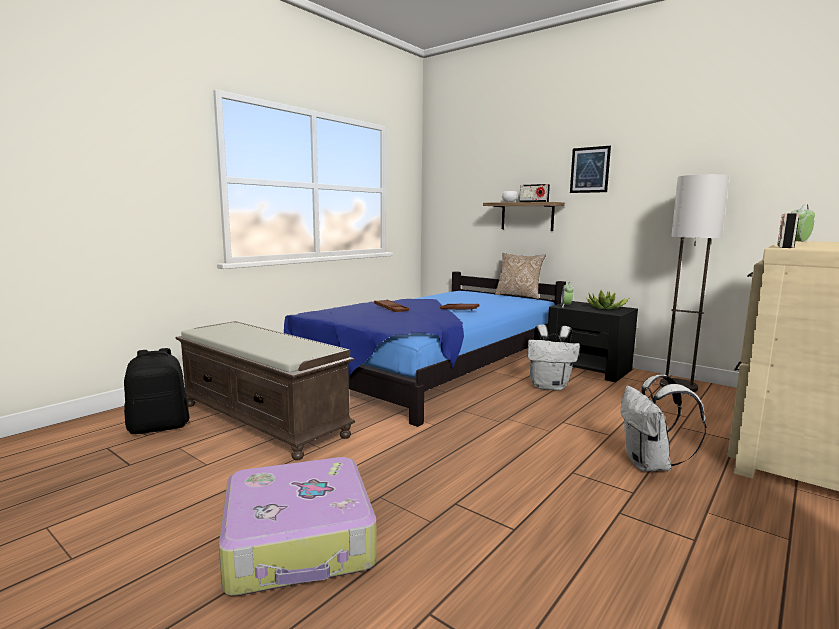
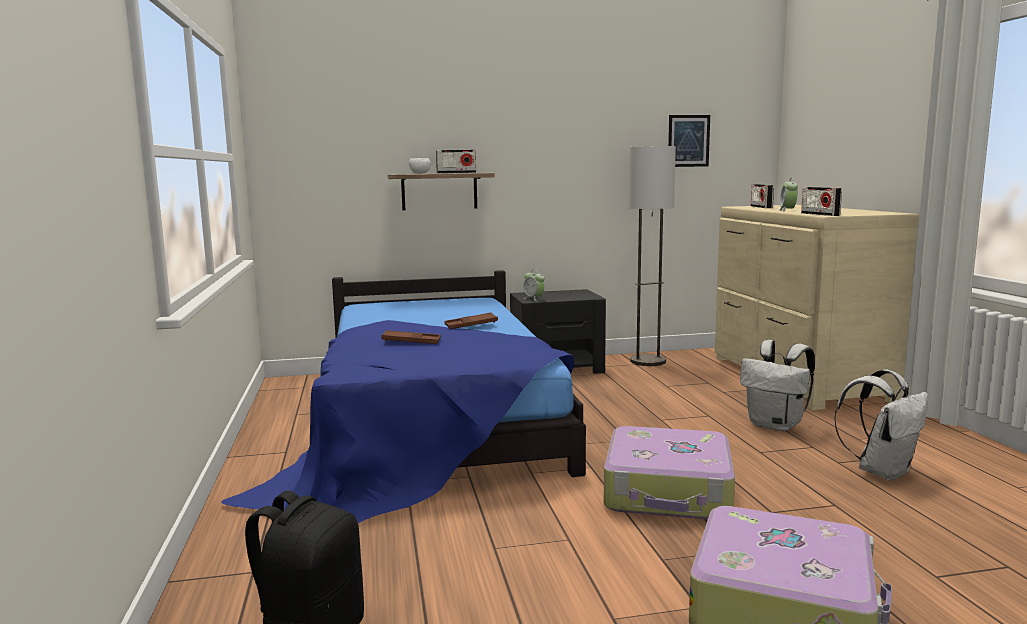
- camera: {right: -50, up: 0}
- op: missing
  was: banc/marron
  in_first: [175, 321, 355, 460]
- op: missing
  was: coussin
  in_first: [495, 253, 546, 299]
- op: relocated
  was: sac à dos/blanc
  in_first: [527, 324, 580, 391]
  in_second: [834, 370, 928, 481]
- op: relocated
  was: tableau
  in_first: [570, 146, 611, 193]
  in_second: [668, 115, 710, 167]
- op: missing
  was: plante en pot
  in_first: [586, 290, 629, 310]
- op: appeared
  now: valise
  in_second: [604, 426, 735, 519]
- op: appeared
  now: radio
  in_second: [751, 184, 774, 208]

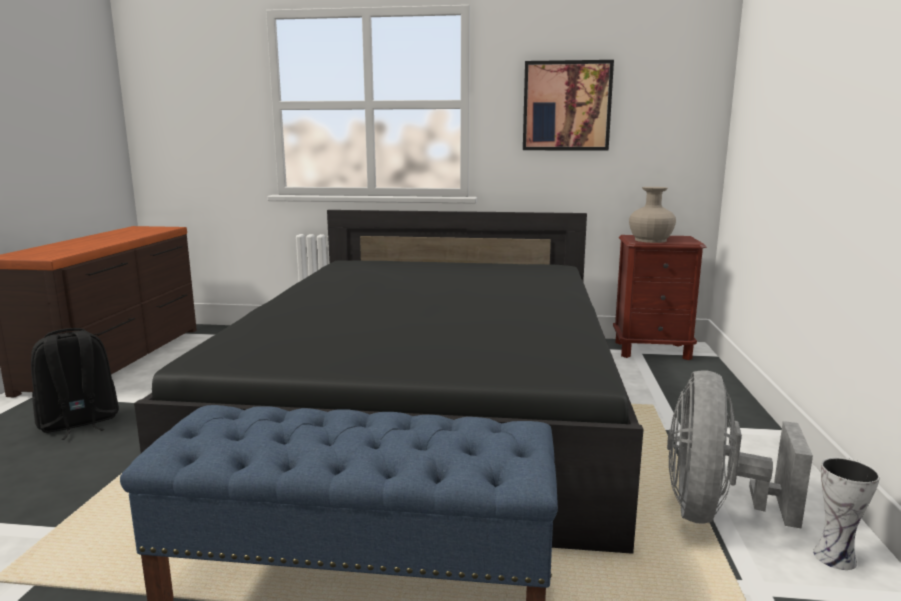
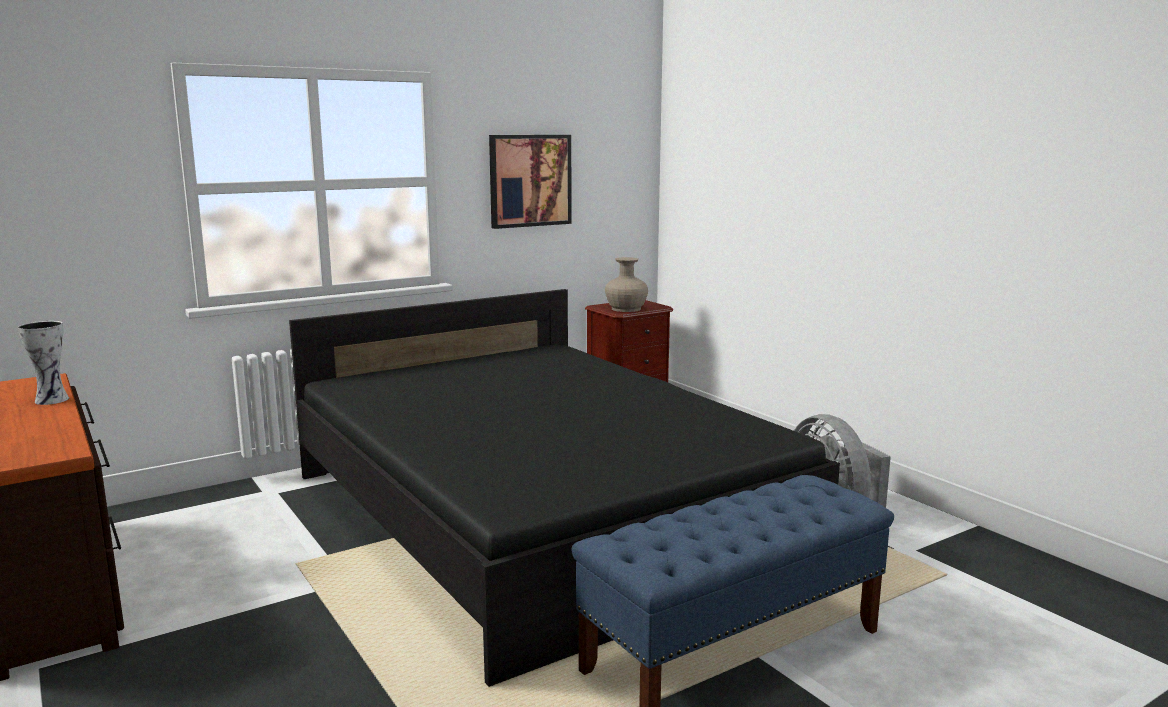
- camera: {right: -40, up: 0}
- op: missing
  was: sac à dos/noir
  in_first: [31, 328, 119, 440]
- op: relocated
  was: vase
  in_first: [813, 457, 880, 570]
  in_second: [18, 321, 69, 405]

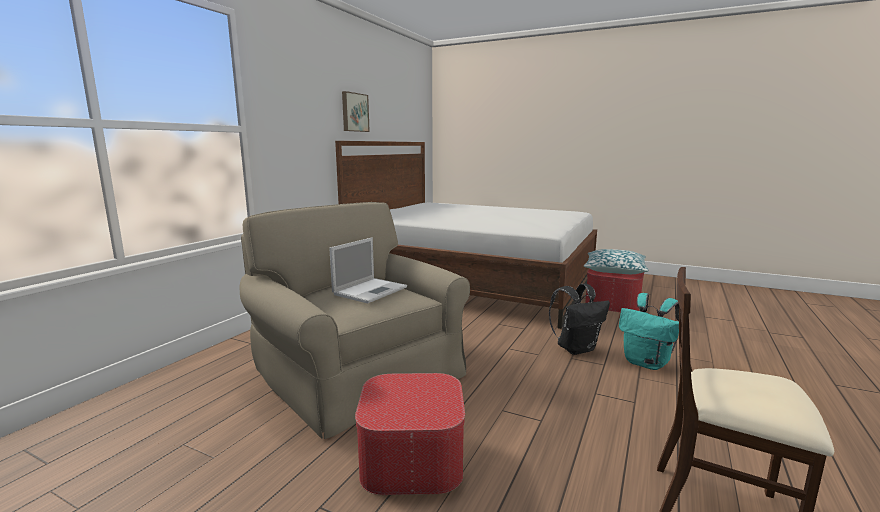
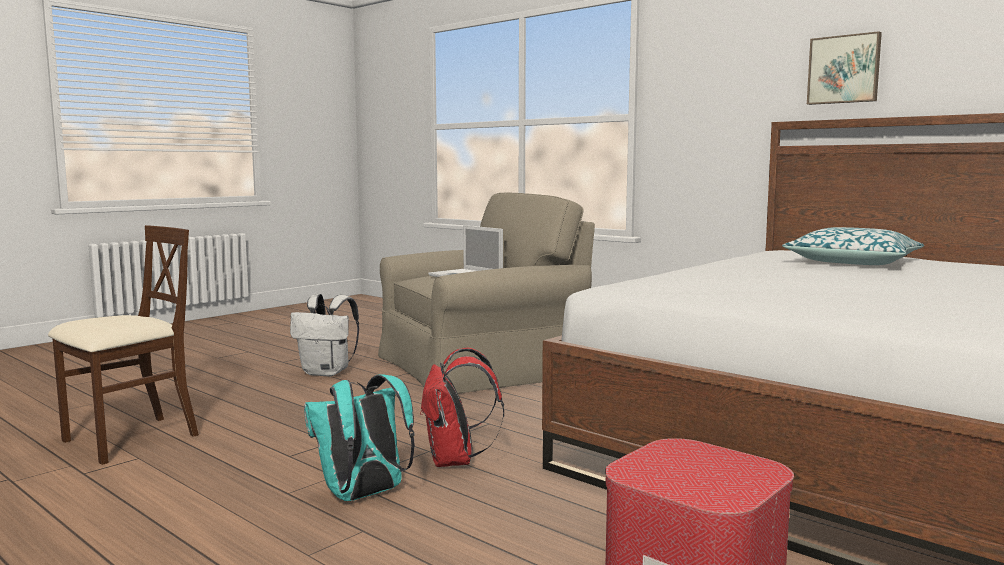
- camera: {right: 105, up: -5}
- op: exchanged
  was: pouf
  now: sac à dos/blanc
  in_first: [355, 373, 465, 495]
  in_second: [290, 294, 359, 376]
- op: colour
  was: sac à dos/noir
  now: sac à dos/rouge
  in_first: [549, 283, 610, 355]
  in_second: [420, 347, 504, 467]
- op: relocated
  was: coussin
  in_first: [584, 249, 649, 274]
  in_second: [782, 227, 924, 265]

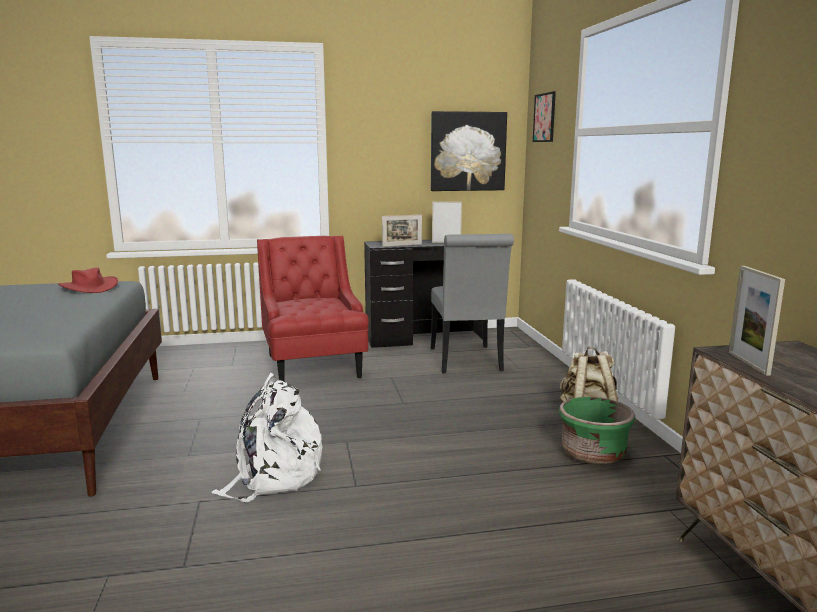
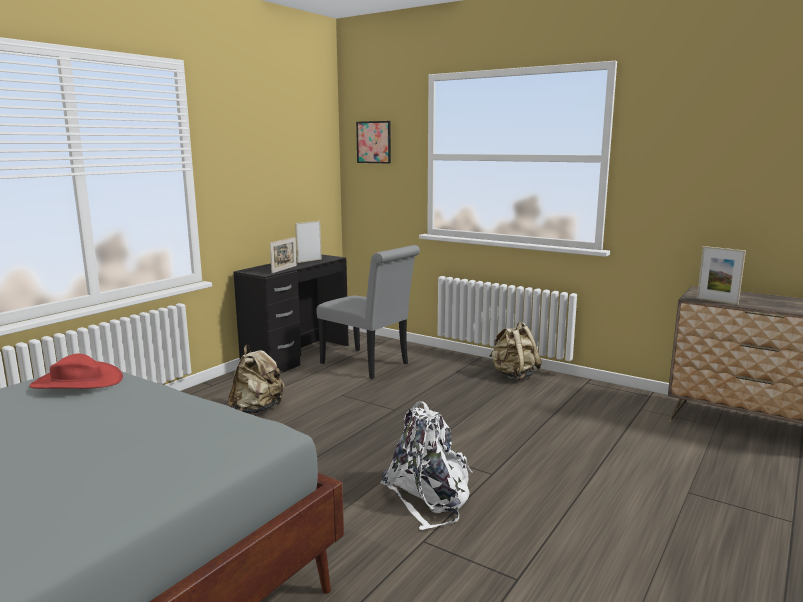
- camera: {right: -45, up: 0}
- op: exchanged
  was: fauteuil/rouge
  now: sac à dos/beige
  in_first: [257, 236, 369, 382]
  in_second: [228, 345, 285, 414]
- op: missing
  was: tableau
  in_first: [431, 111, 507, 191]
- op: missing
  was: cache-pot/vert
  in_first: [559, 397, 635, 465]

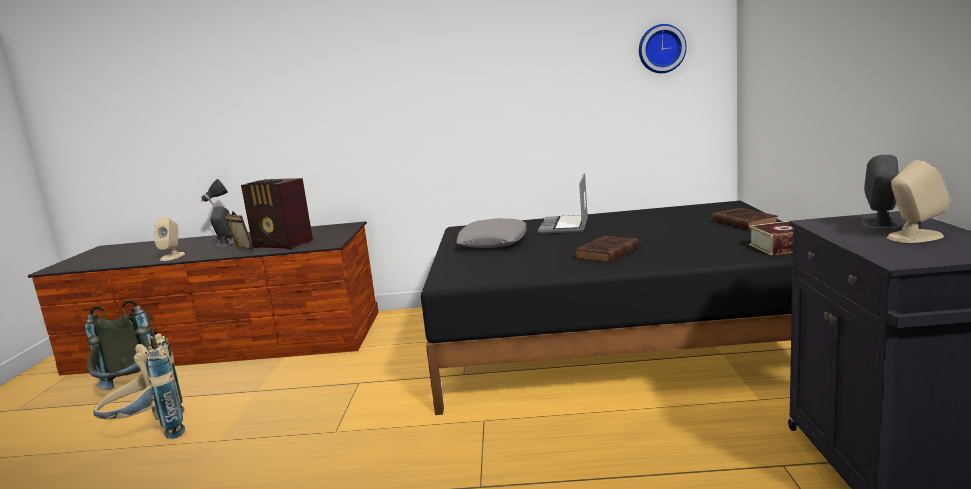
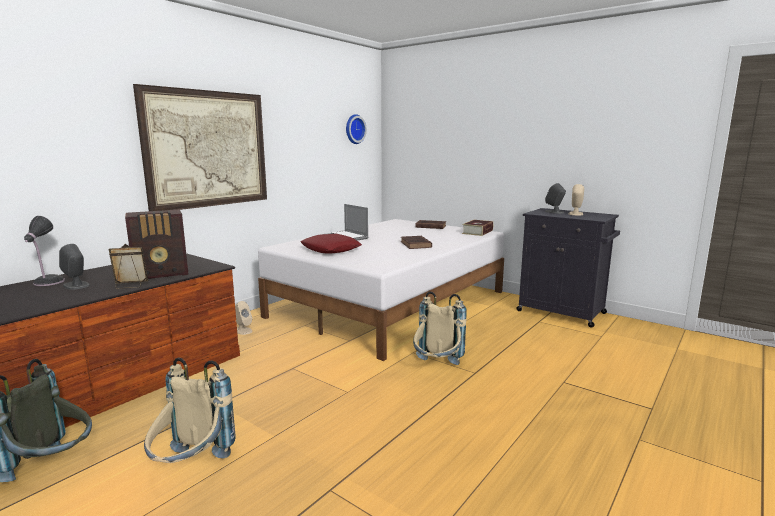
- camera: {right: -55, up: 0}
- op: relocated
  was: enceinte/beige
  in_first: [154, 217, 185, 261]
  in_second: [235, 301, 253, 335]
- op: colour
  was: lit/noir
  now: lit/blanc
  in_first: [421, 201, 793, 415]
  in_second: [258, 219, 504, 361]
- op: colour
  was: coussin/gris
  now: coussin/rouge
  in_first: [456, 218, 526, 248]
  in_second: [301, 234, 362, 254]
- op: appeared
  now: tableau
  in_second: [133, 84, 267, 211]
- op: appeared
  now: sac à dos/beige
  in_second: [413, 291, 467, 365]

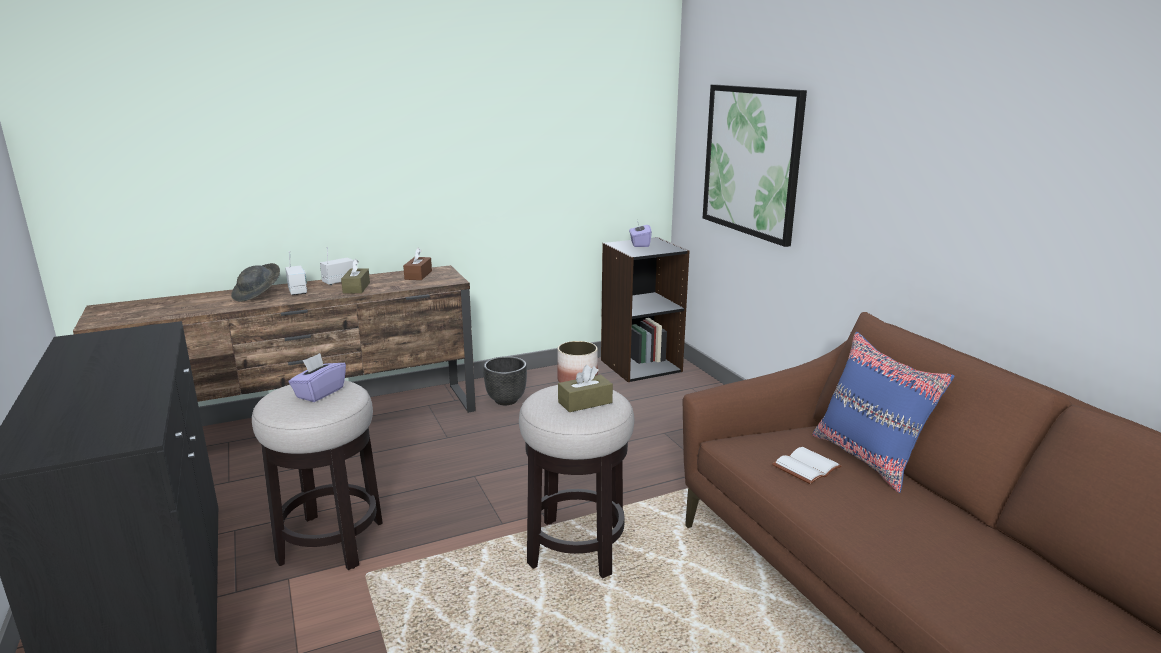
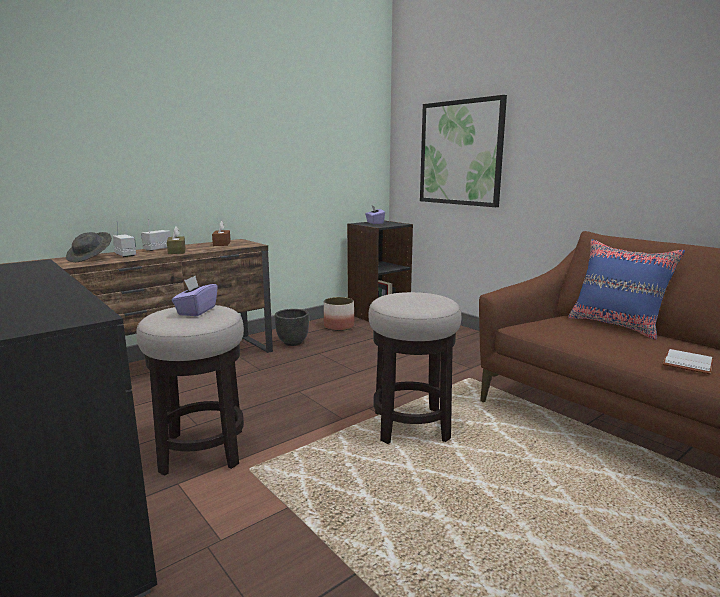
- camera: {right: -15, up: -5}
- op: missing
  was: boîte à mouchoirs/marron
  in_first: [558, 365, 613, 412]
- op: relocated
  was: livre/blanc
  in_first: [772, 447, 842, 484]
  in_second: [662, 349, 713, 375]

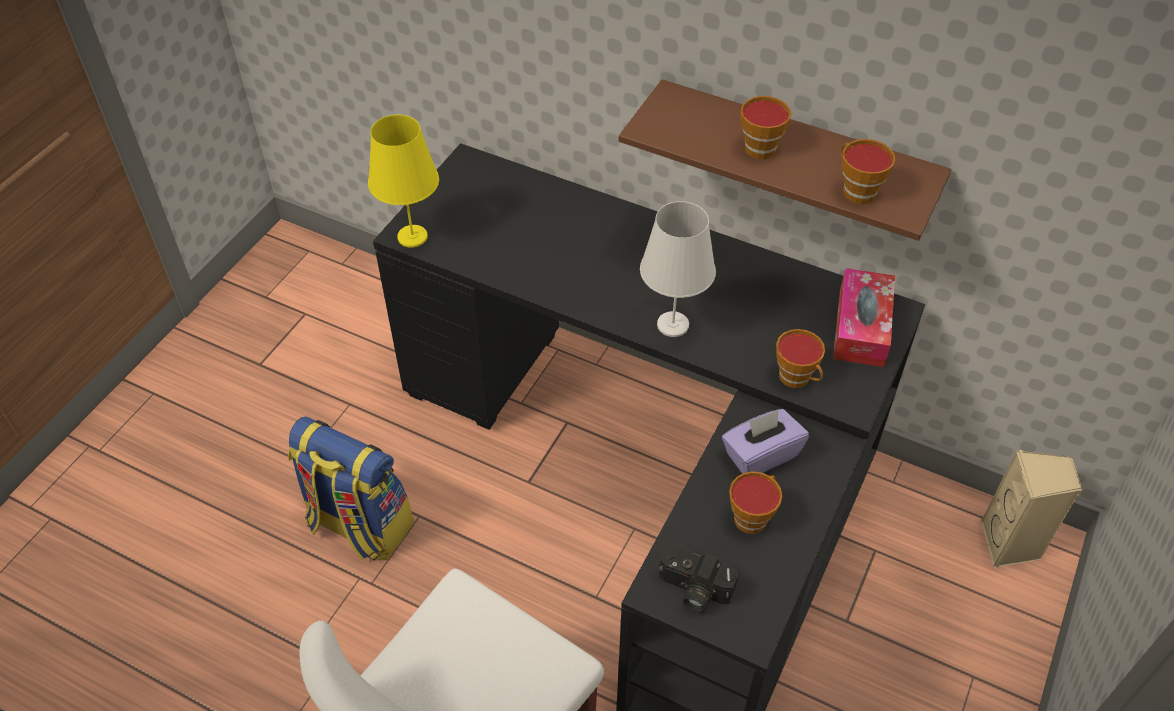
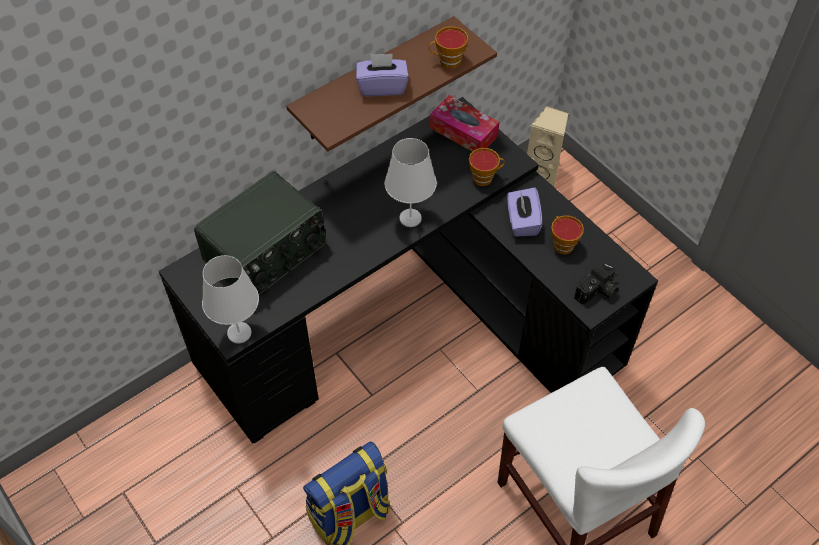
- camera: {right: -65, up: 5}
- op: colour
  was: lampe de table/jaune
  now: lampe de table/blanc
  in_first: [368, 115, 439, 248]
  in_second: [202, 255, 259, 344]
- op: exchanged
  was: tasse
  now: boîte à mouchoirs/violet
  in_first: [740, 96, 791, 159]
  in_second: [356, 54, 409, 96]
- op: appeared
  now: radio
  in_second: [194, 171, 326, 295]

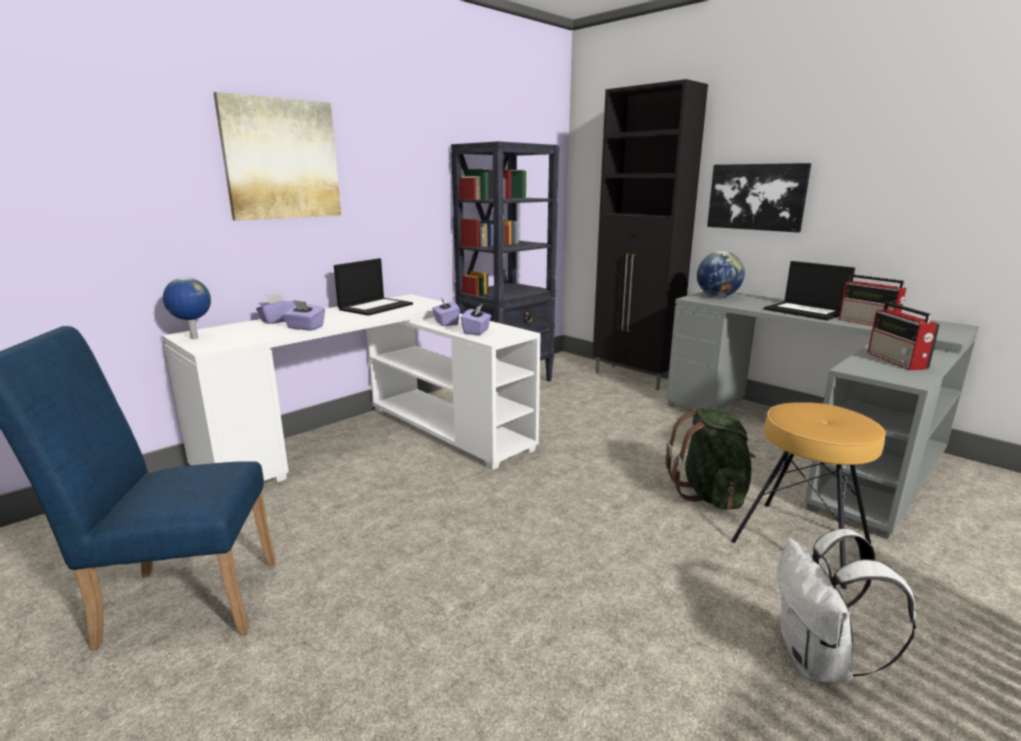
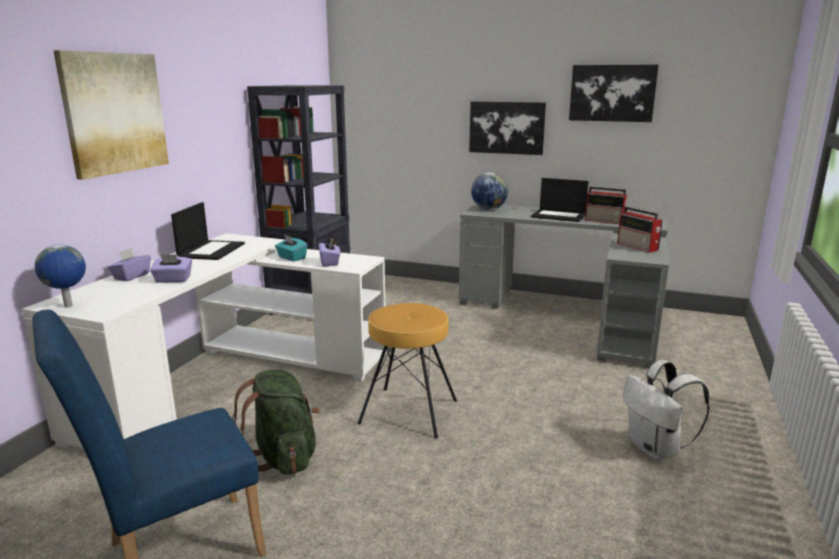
- camera: {right: -25, up: 0}
- op: colour
  was: boîte à mouchoirs/violet
  now: boîte à mouchoirs/turquoise
  in_first: [432, 298, 460, 326]
  in_second: [275, 235, 307, 261]
- op: missing
  was: meuble de rangement/noir
  in_first: [593, 79, 708, 390]
- op: relocated
  was: sac à dos/vert
  in_first: [666, 406, 756, 510]
  in_second: [232, 369, 320, 475]
- op: relocated
  was: tabouret/marron
  in_first: [731, 402, 886, 589]
  in_second: [358, 303, 457, 439]
- op: appeared
  now: tableau
  in_second: [569, 65, 659, 122]

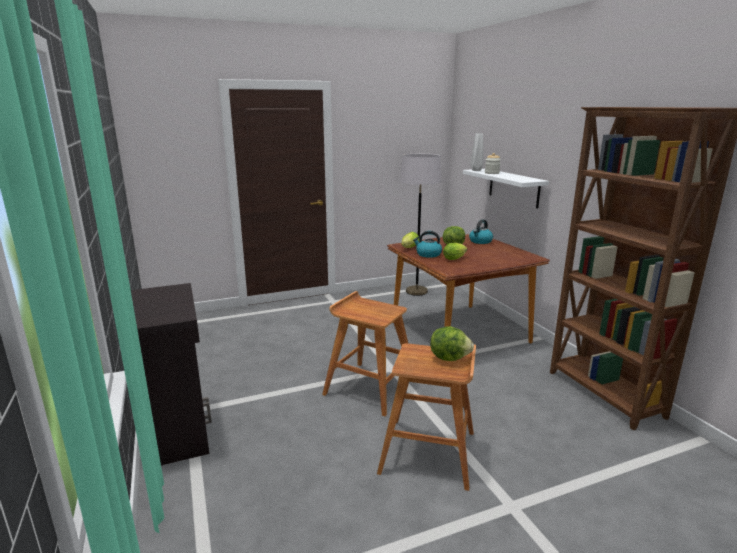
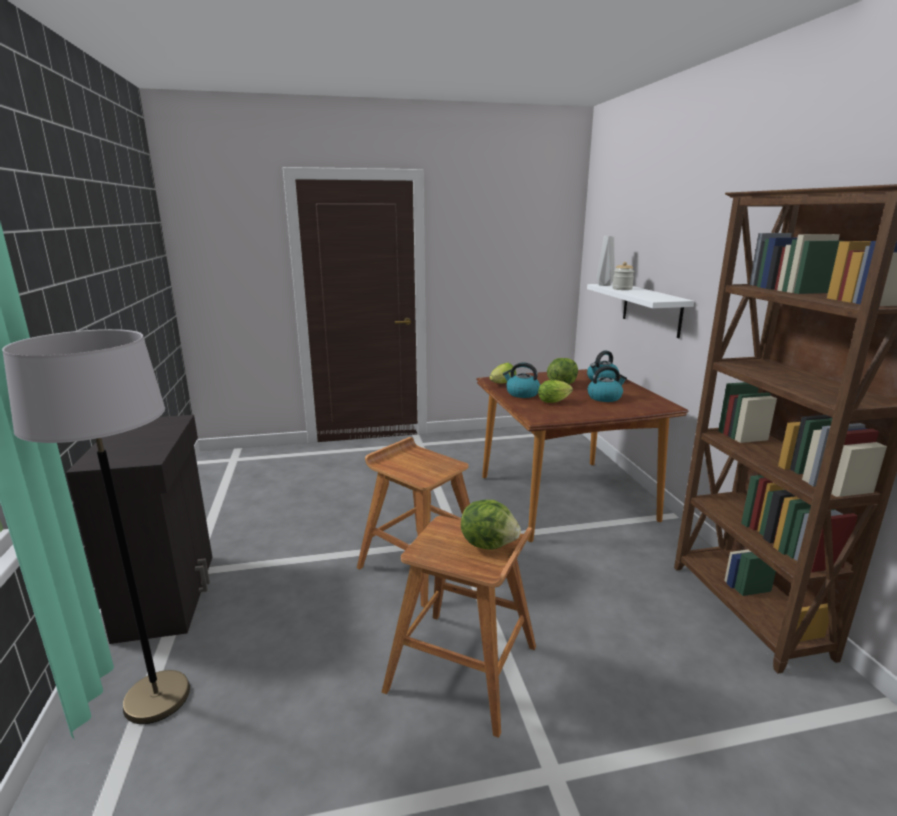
- camera: {right: 10, up: 0}
- op: relocated
  was: lampadaire/gris
  in_first: [400, 154, 442, 296]
  in_second: [2, 329, 190, 724]
- op: appeared
  now: bouilloire
  in_second: [587, 366, 627, 402]

